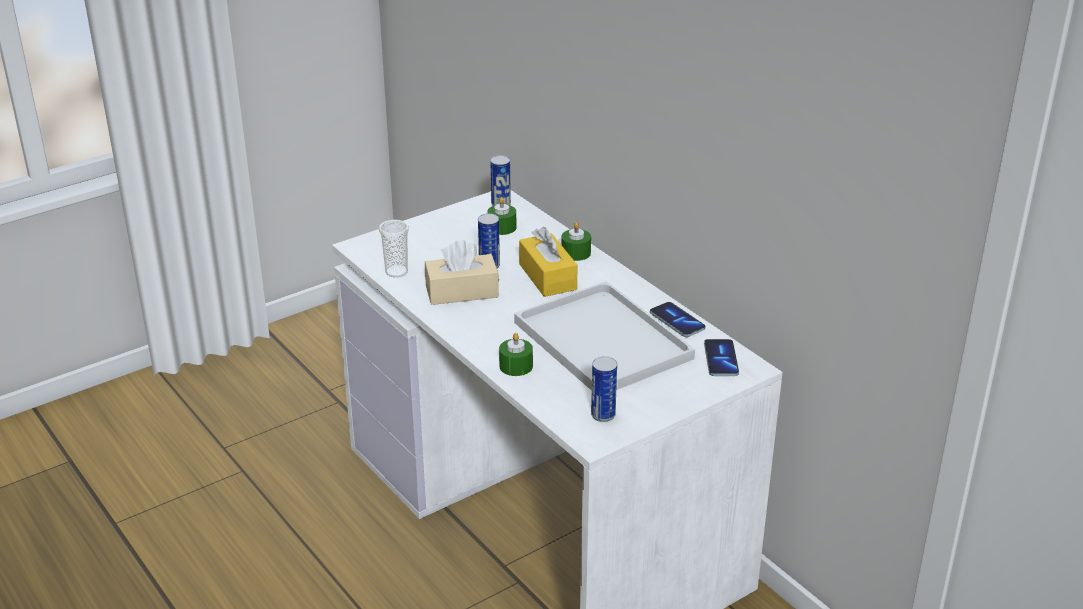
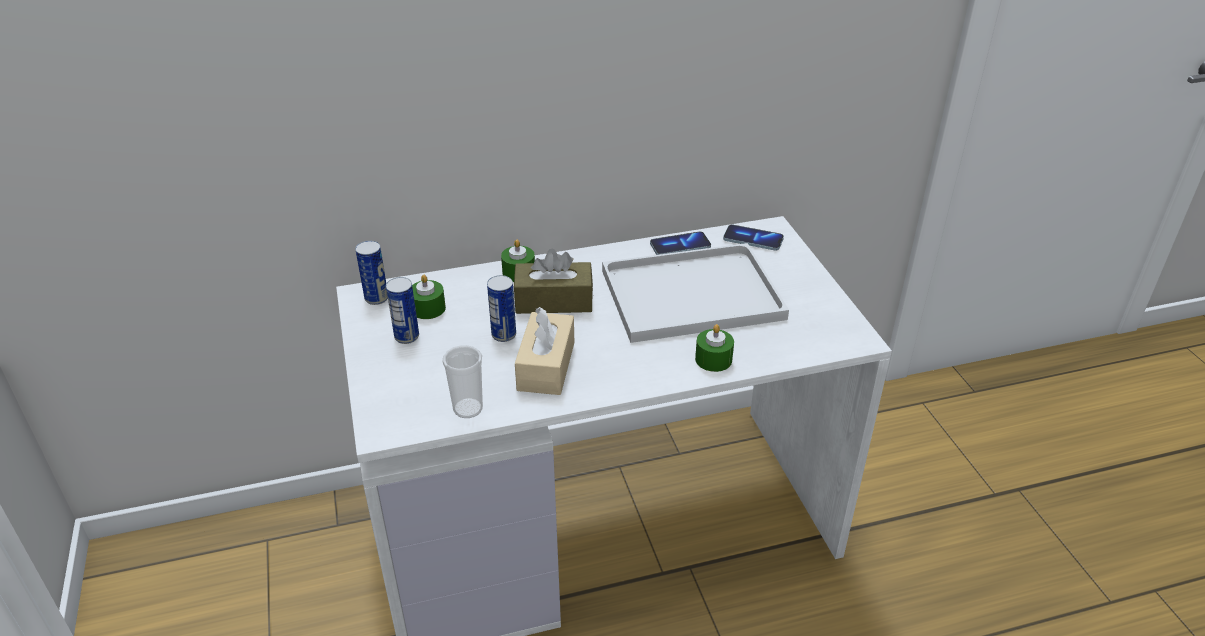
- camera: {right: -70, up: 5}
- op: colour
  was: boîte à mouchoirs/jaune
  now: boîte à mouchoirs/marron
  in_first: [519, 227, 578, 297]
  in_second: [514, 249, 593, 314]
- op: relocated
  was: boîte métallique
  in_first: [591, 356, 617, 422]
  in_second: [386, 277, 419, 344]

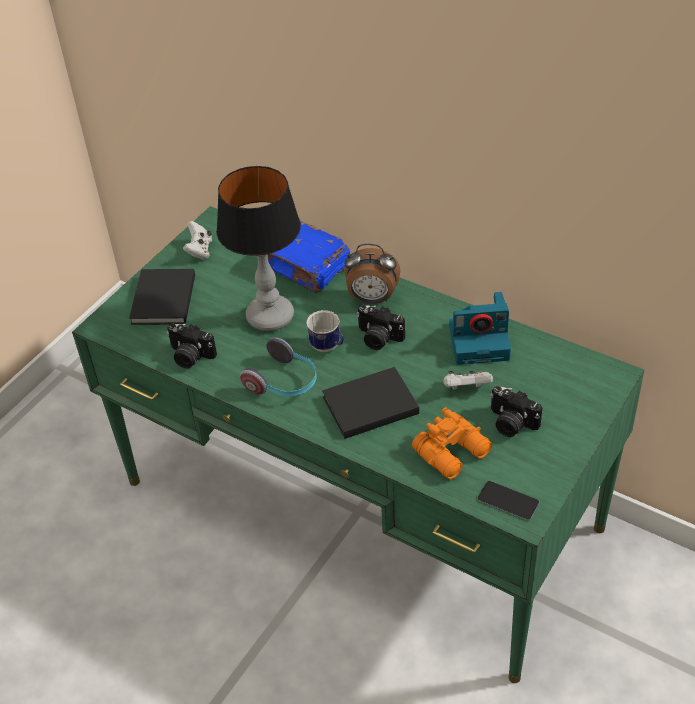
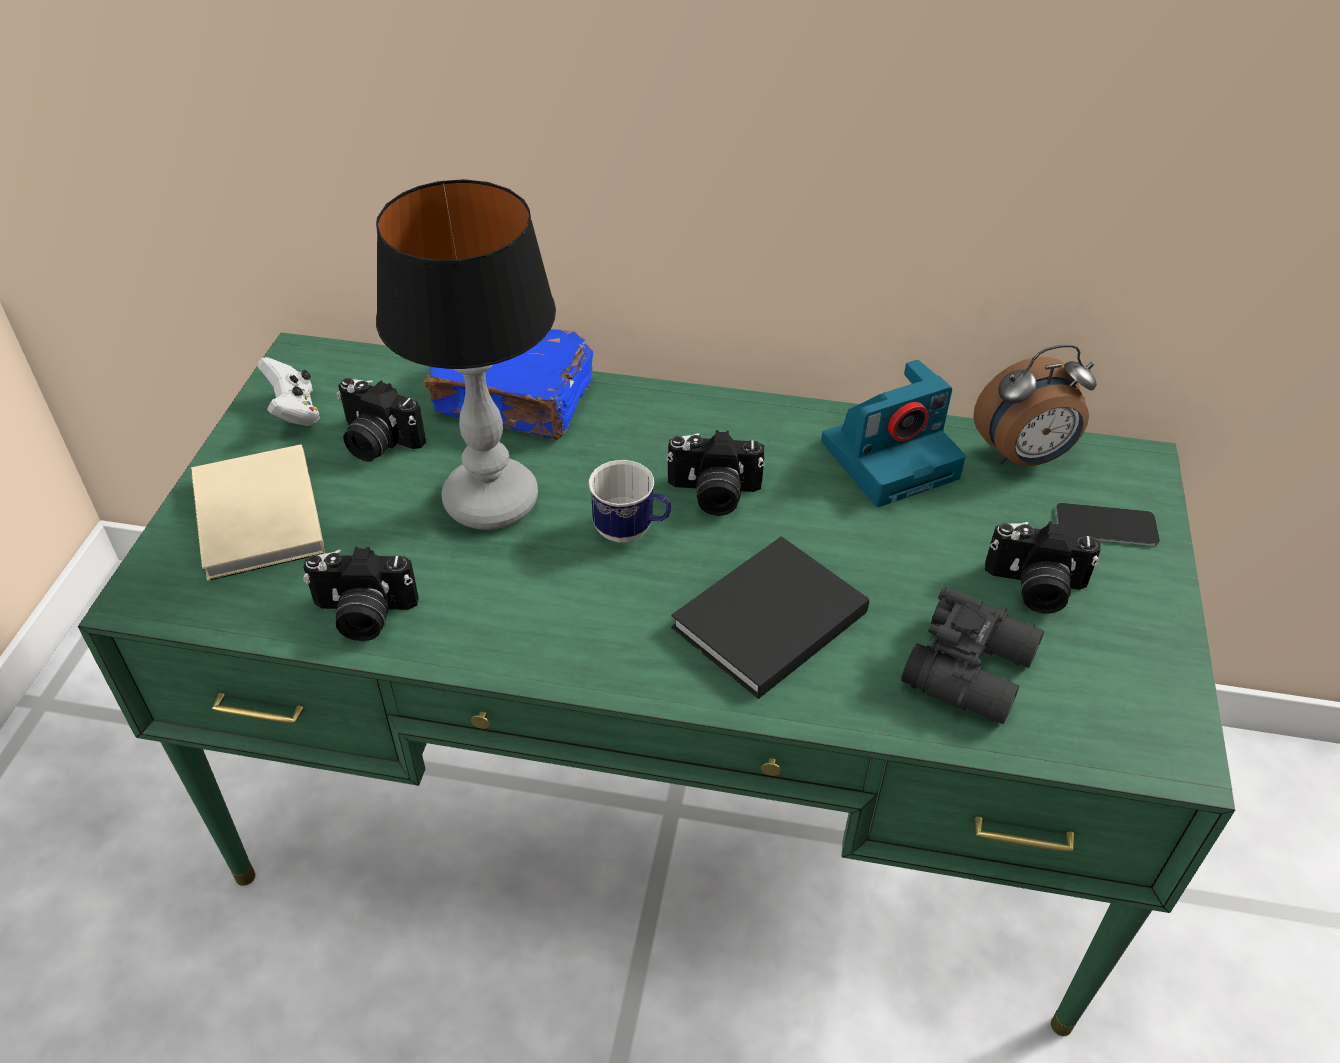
- camera: {right: -25, up: 0}
- op: colour
  was: livre/noir
  now: livre/beige
  in_first: [129, 269, 195, 325]
  in_second: [191, 444, 325, 581]
- op: missing
  was: casque audio
  in_first: [240, 338, 317, 396]
- op: relocated
  was: réveil
  in_first: [345, 244, 400, 304]
  in_second: [973, 344, 1097, 466]
- op: colour
  was: jumelles/orange
  now: jumelles/noir
  in_first: [412, 408, 492, 479]
  in_second: [901, 586, 1044, 724]
- op: missing
  was: manette/blanc
  in_first: [443, 371, 493, 390]
- op: relocated
  was: téléphone
  in_first: [478, 481, 539, 520]
  in_second: [1056, 503, 1160, 546]
- op: appeared
  now: appareil photo
  in_second: [336, 378, 426, 462]

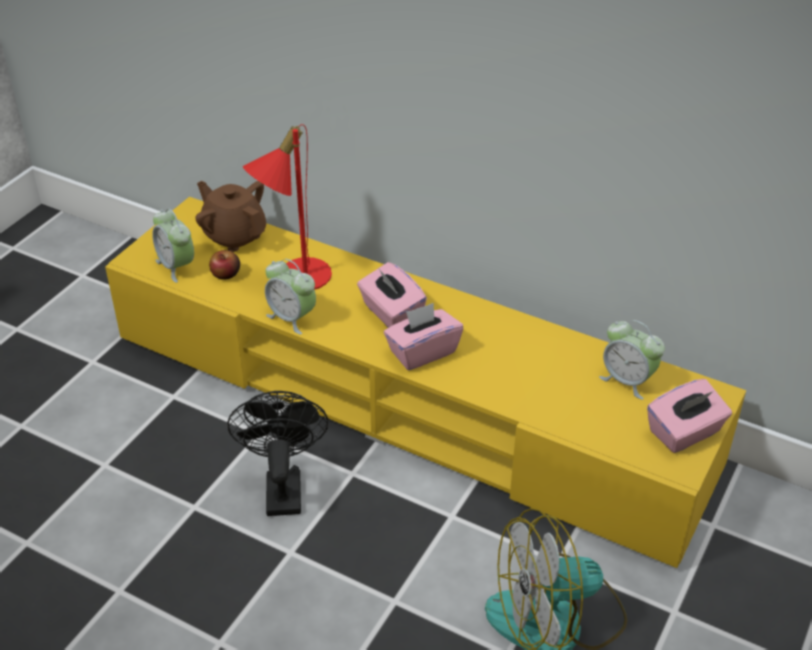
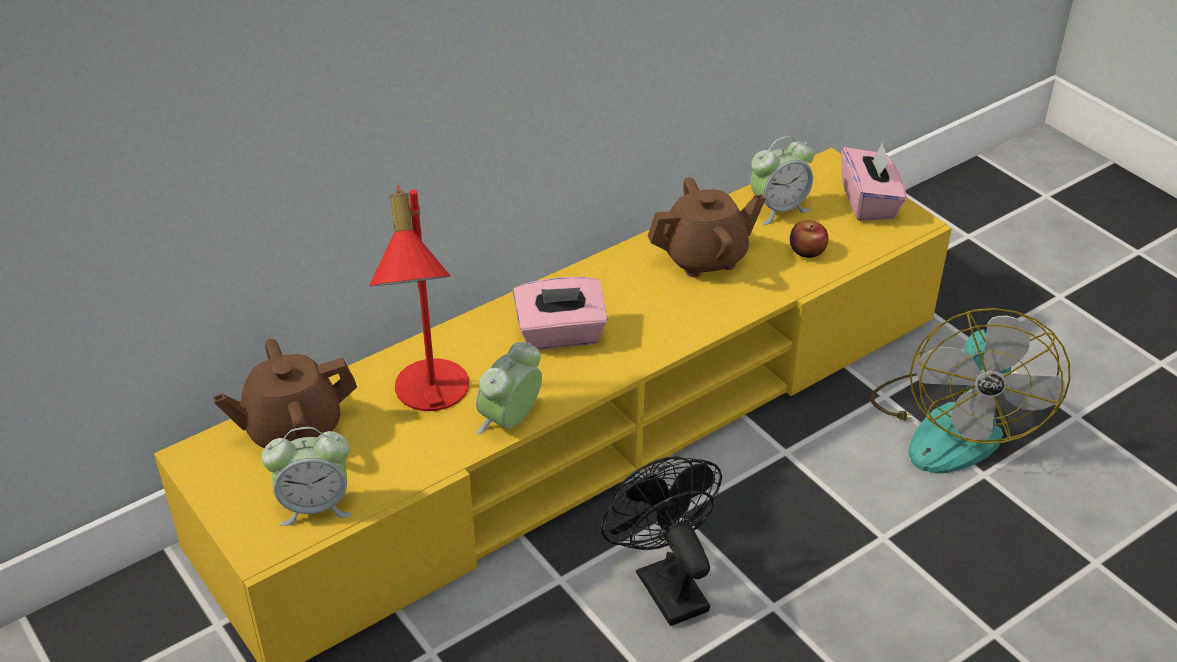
- camera: {right: -65, up: 0}
- op: relocated
  was: pomme
  in_first: [209, 250, 240, 280]
  in_second: [790, 220, 828, 258]
- op: spun
  was: ventilateur/noir
  in_first: [227, 391, 329, 516]
  in_second: [601, 456, 722, 626]
  clockwise: 45
- op: spun
  was: réveil
  in_first: [265, 259, 316, 335]
  in_second: [476, 342, 542, 435]
  clockwise: 150
- op: missing
  was: boîte à mouchoirs/rose
  in_first: [384, 303, 464, 370]
- op: appeared
  now: théière/marron
  in_second: [648, 177, 766, 277]

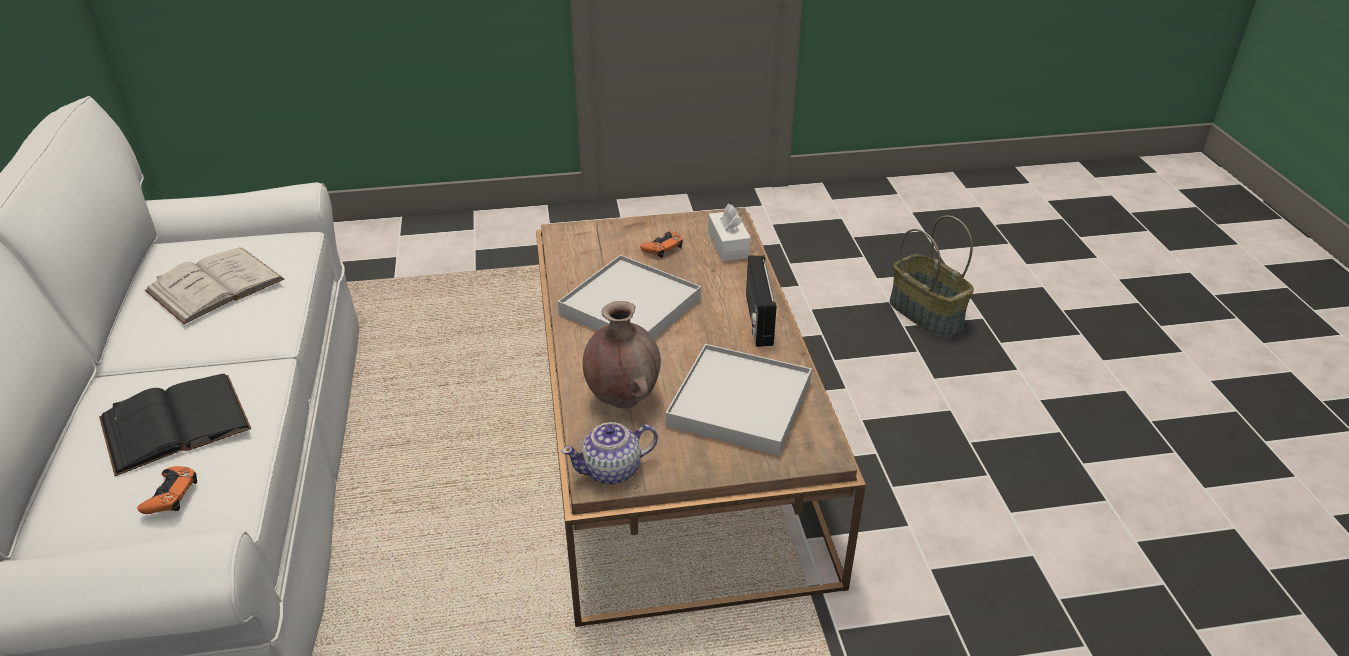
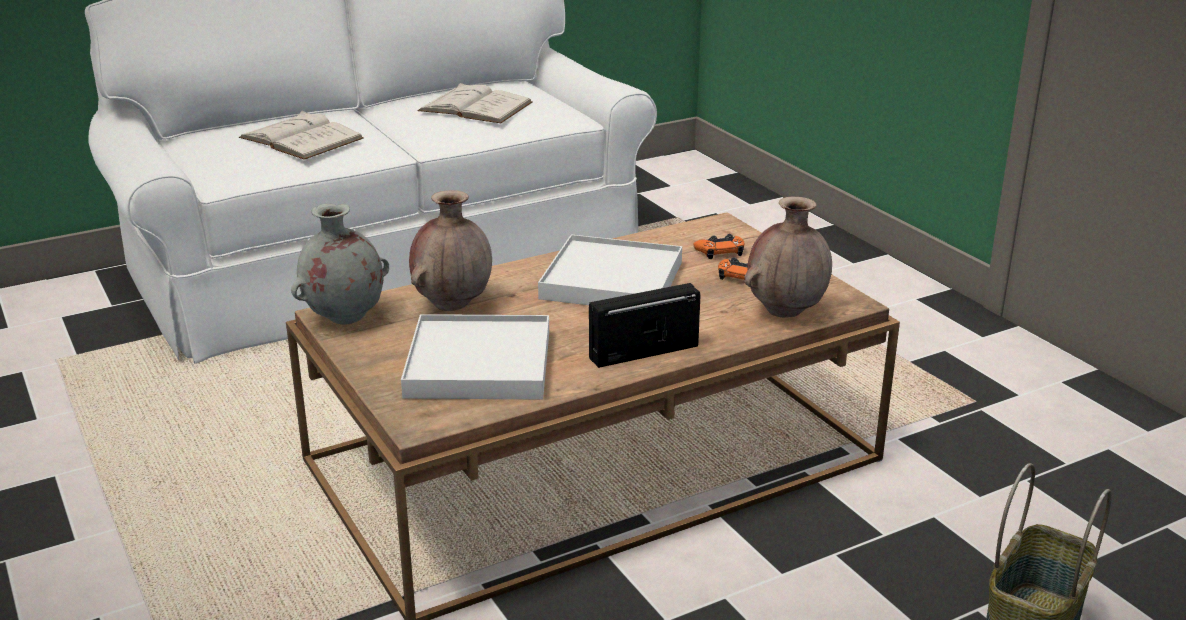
- camera: {right: 70, up: -10}
- op: colour
  was: livre/noir
  now: livre/blanc
  in_first: [99, 374, 251, 476]
  in_second: [239, 111, 364, 160]
- op: relocated
  was: manette/orange
  in_first: [137, 466, 197, 514]
  in_second: [694, 234, 745, 259]
- op: exchanged
  was: théière
  now: vase/gris
  in_first: [561, 422, 658, 485]
  in_second: [291, 203, 389, 325]
- op: exchanged
  was: boîte à mouchoirs/blanc
  now: vase/marron
  in_first: [708, 204, 751, 261]
  in_second: [744, 196, 832, 318]

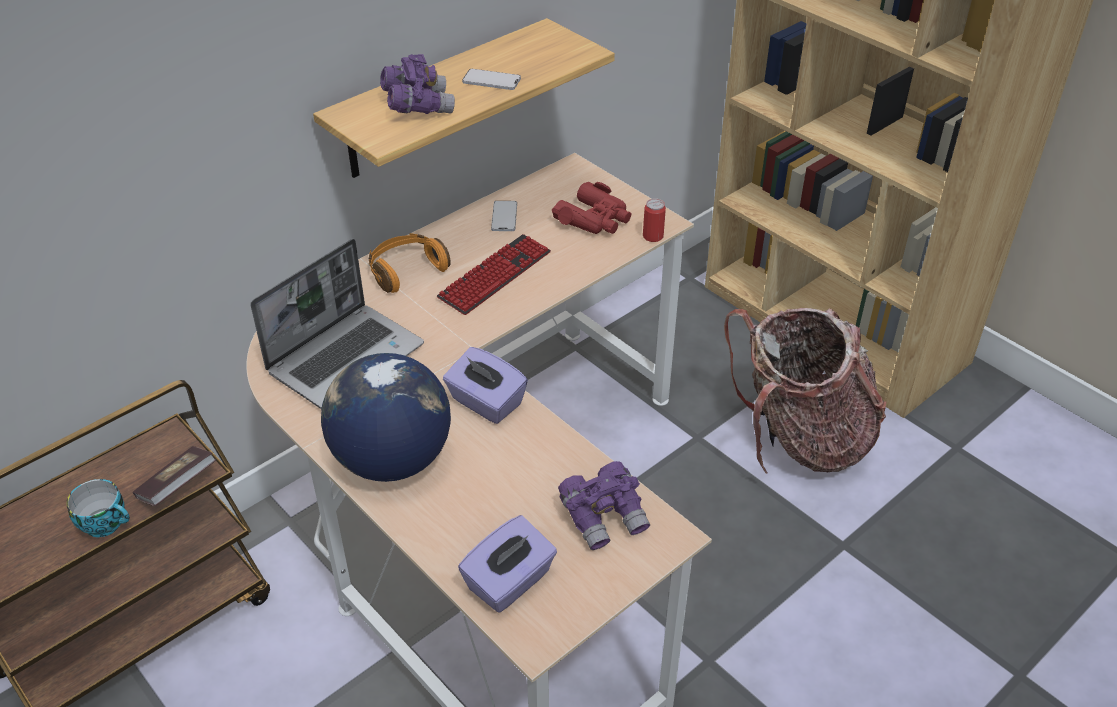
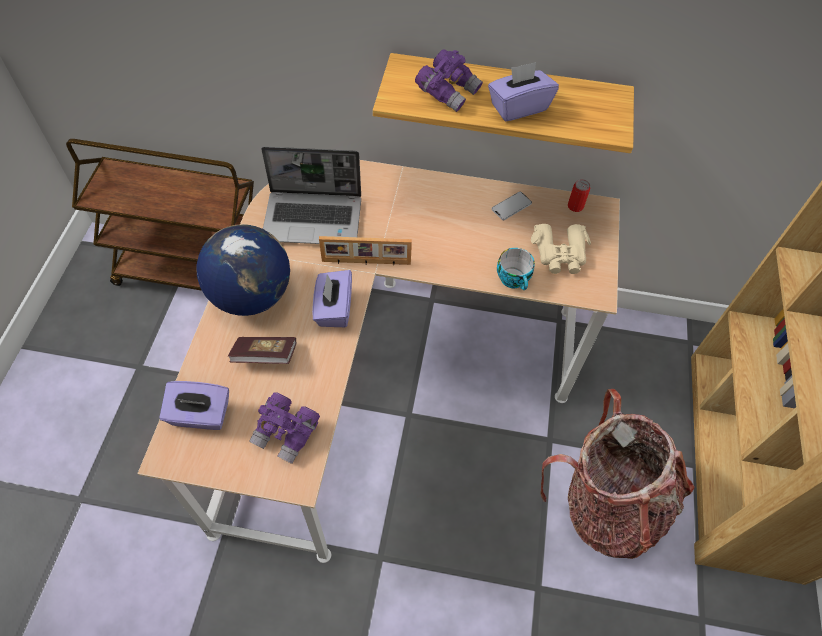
- camera: {right: 50, up: 15}
- op: relocated
  was: tasse
  in_first: [66, 479, 130, 537]
  in_second: [497, 248, 535, 290]
- op: relocated
  was: livre
  in_first: [133, 446, 217, 506]
  in_second: [228, 337, 297, 364]
- op: missing
  was: casque audio/orange
  in_first: [369, 233, 451, 293]
- op: missing
  was: clavier
  in_first: [437, 234, 551, 315]
- op: exchanged
  was: téléphone
  now: boîte à mouchoirs/violet
  in_first: [462, 69, 521, 90]
  in_second: [488, 62, 559, 121]
- op: colour
  was: jumelles/rouge
  now: jumelles/beige
  in_first: [552, 182, 632, 234]
  in_second: [531, 224, 591, 274]
- op: relocated
  was: boîte métallique
  in_first: [643, 198, 666, 242]
  in_second: [568, 179, 590, 212]
- op: appeared
  now: cadre photo
  in_second: [319, 236, 412, 265]

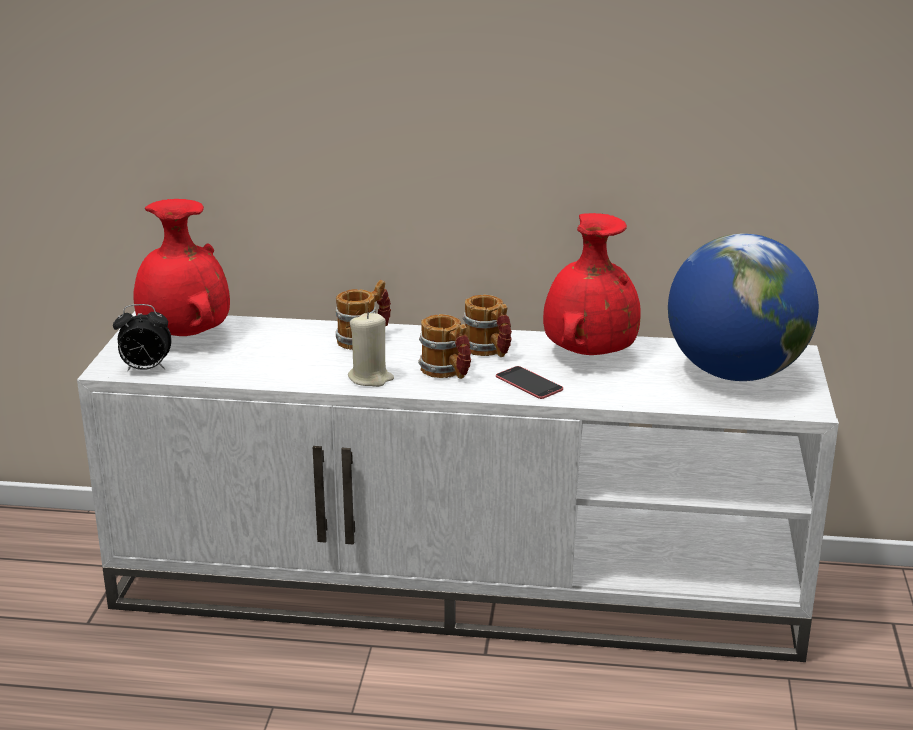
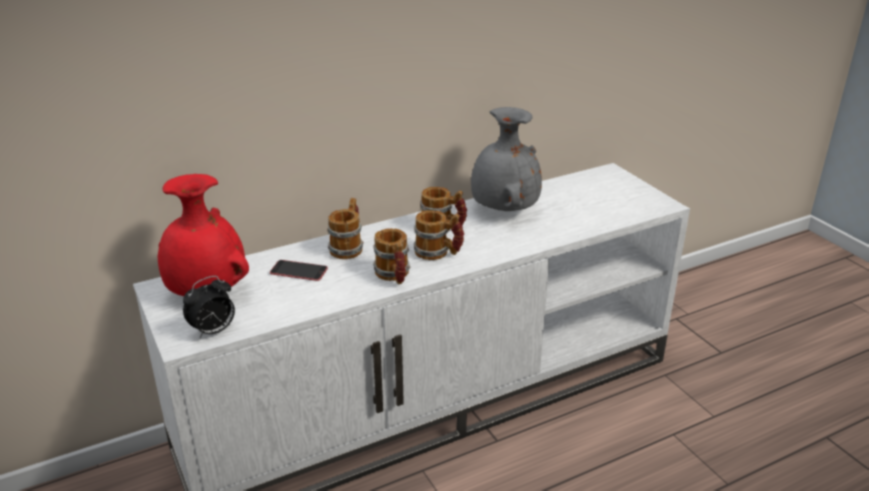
- camera: {right: -35, up: 5}
- op: exchanged
  was: bougie/beige
  now: mug
  in_first: [348, 312, 394, 387]
  in_second: [373, 228, 410, 284]
- op: relocated
  was: téléphone
  in_first: [496, 366, 563, 399]
  in_second: [270, 260, 328, 281]
- op: colour
  was: vase/rouge
  now: vase/gris
  in_first: [543, 213, 641, 355]
  in_second: [471, 107, 542, 211]
- op: missing
  was: globe
  in_first: [668, 233, 819, 381]

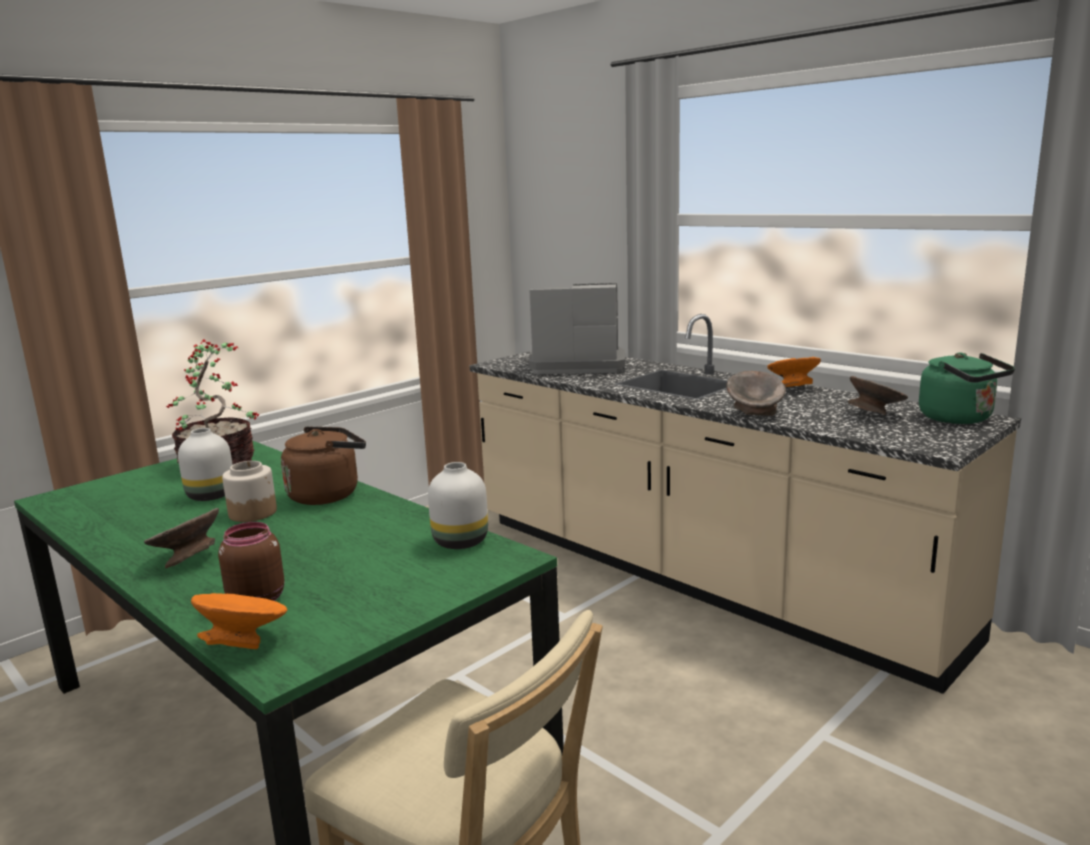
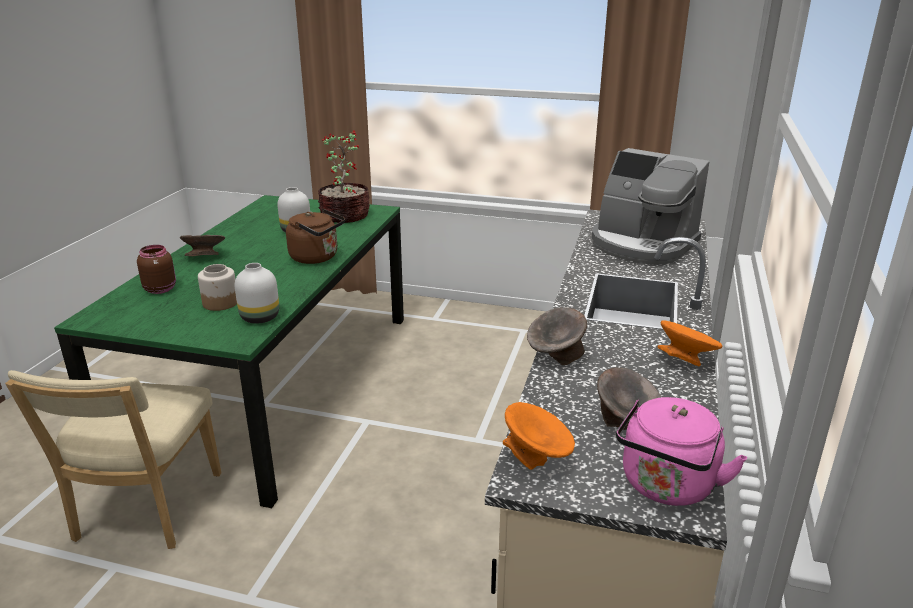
- camera: {right: 60, up: 10}
- op: relocated
  was: bol/orange
  in_first: [191, 593, 287, 649]
  in_second: [503, 402, 575, 470]
- op: relocated
  was: bocal
  in_first: [222, 461, 277, 522]
  in_second: [198, 264, 237, 311]
- op: spun
  was: machine à café
  in_first: [529, 283, 625, 374]
  in_second: [592, 148, 710, 264]
  clockwise: 150
- op: colour
  was: bouilloire/vert
  now: bouilloire/rose
  in_first: [919, 352, 1015, 424]
  in_second: [616, 397, 747, 506]

